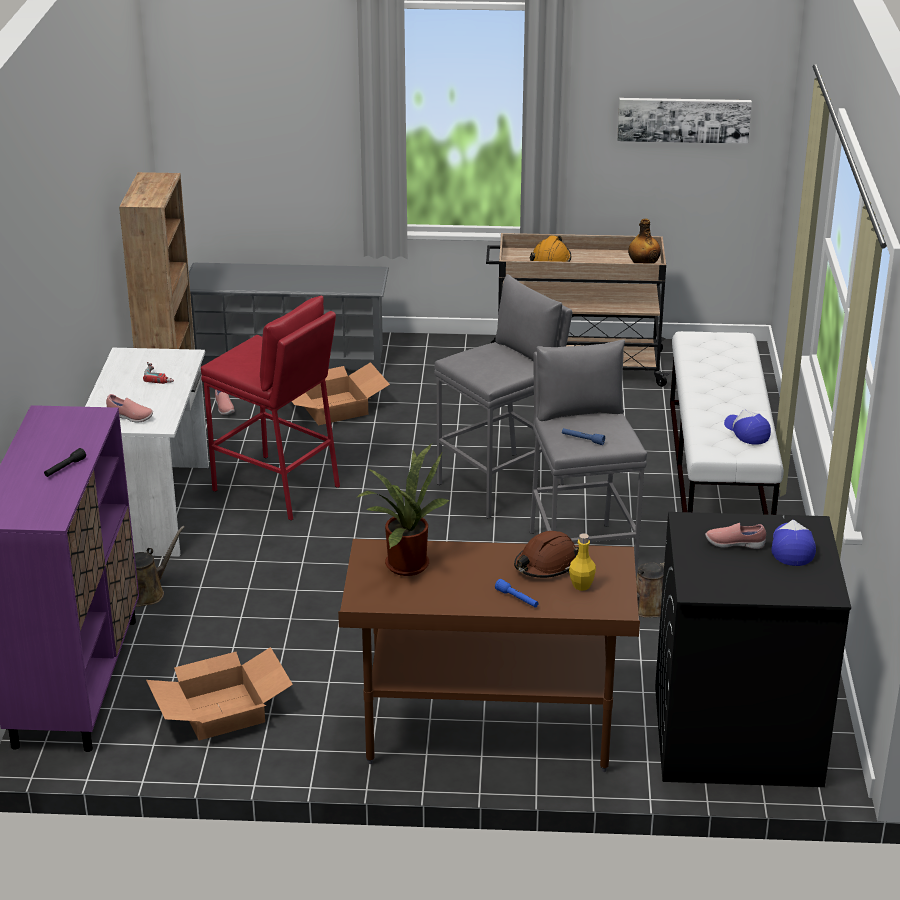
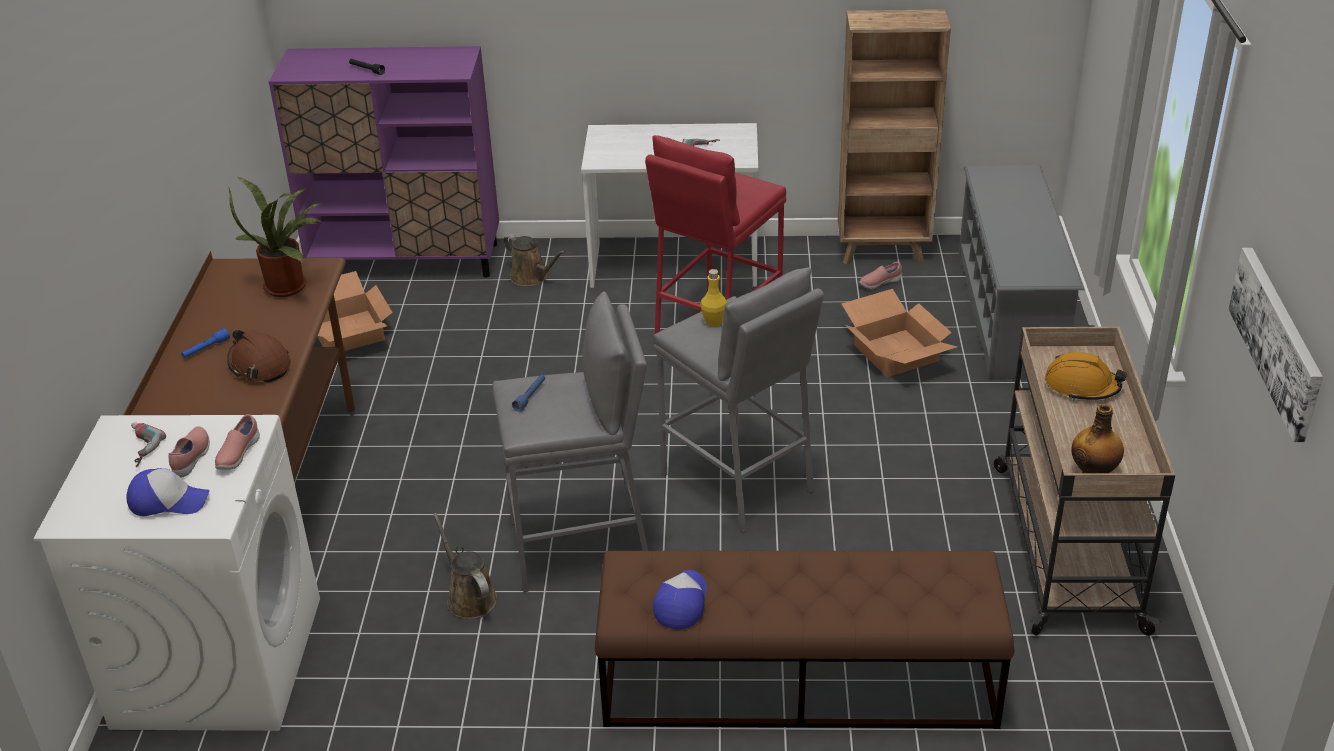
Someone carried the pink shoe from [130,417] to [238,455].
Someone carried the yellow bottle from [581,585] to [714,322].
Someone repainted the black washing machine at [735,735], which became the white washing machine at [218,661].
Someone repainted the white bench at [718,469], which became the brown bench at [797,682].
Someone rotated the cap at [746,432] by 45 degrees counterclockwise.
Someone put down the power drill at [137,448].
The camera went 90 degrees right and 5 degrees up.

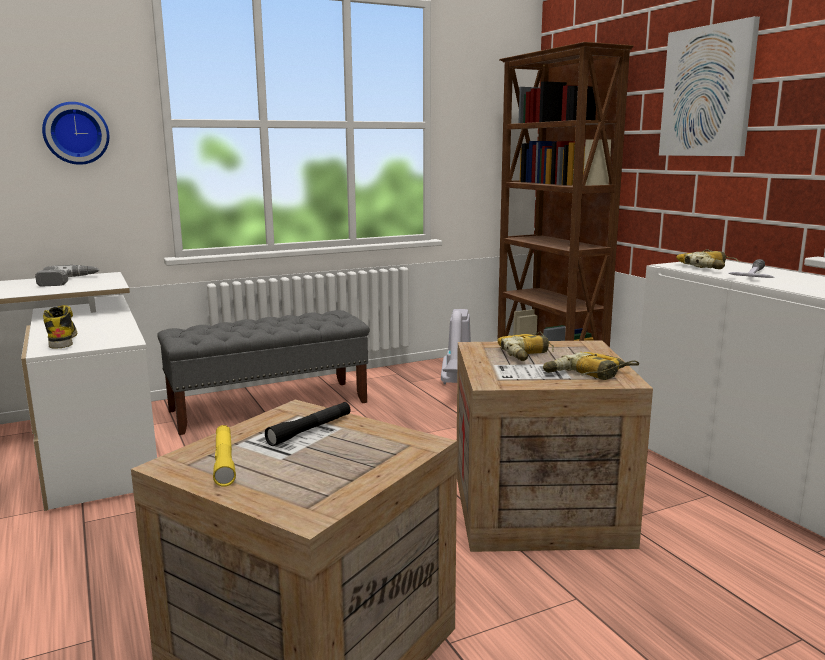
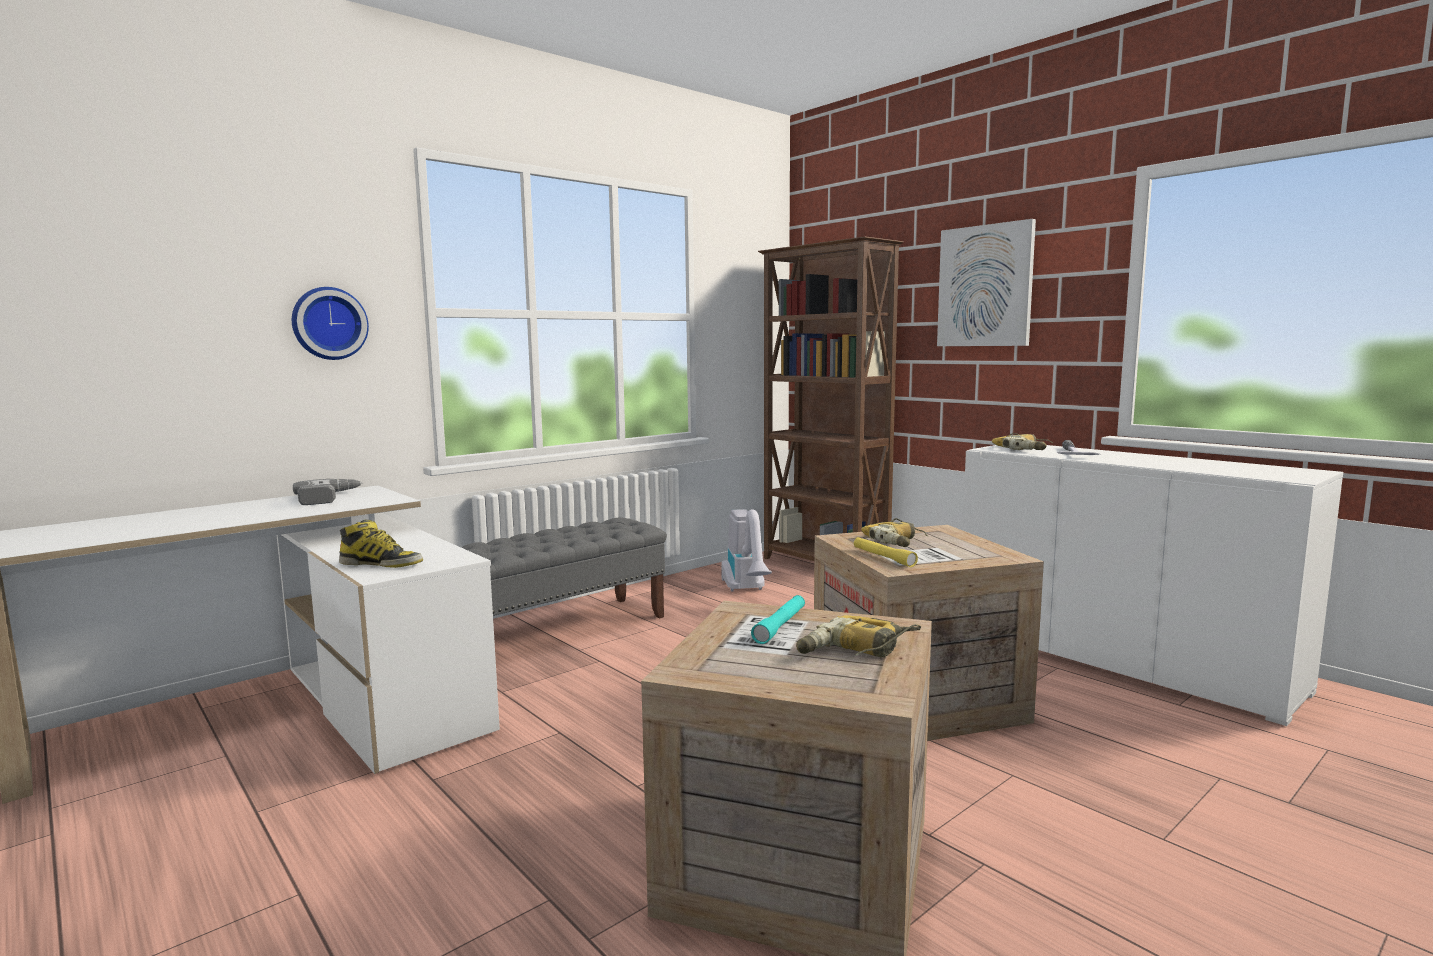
Someone rotated the boot at [62,340] by 135 degrees clockwise.
Someone carried the yellow flashlight from [224,462] to [883,557].
Someone repainted the black flashlight at [310,430], which became the turquoise flashlight at [780,626].
Someone carried the power drill from [588,375] to [856,651].
The camera went 15 degrees left and 5 degrees down.

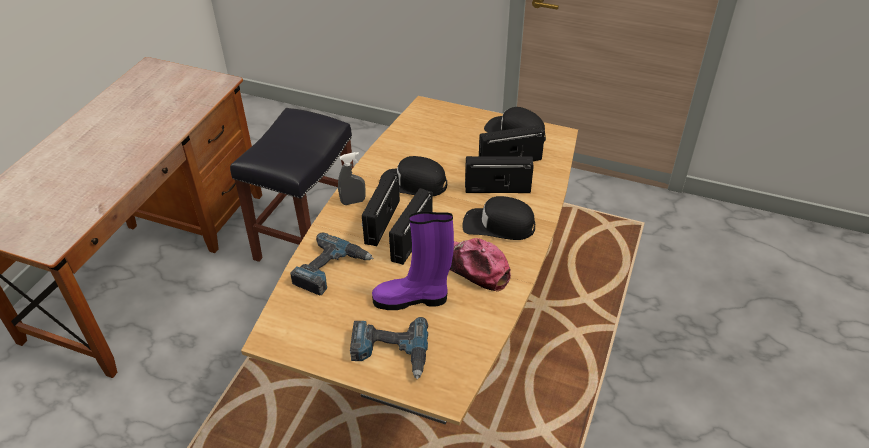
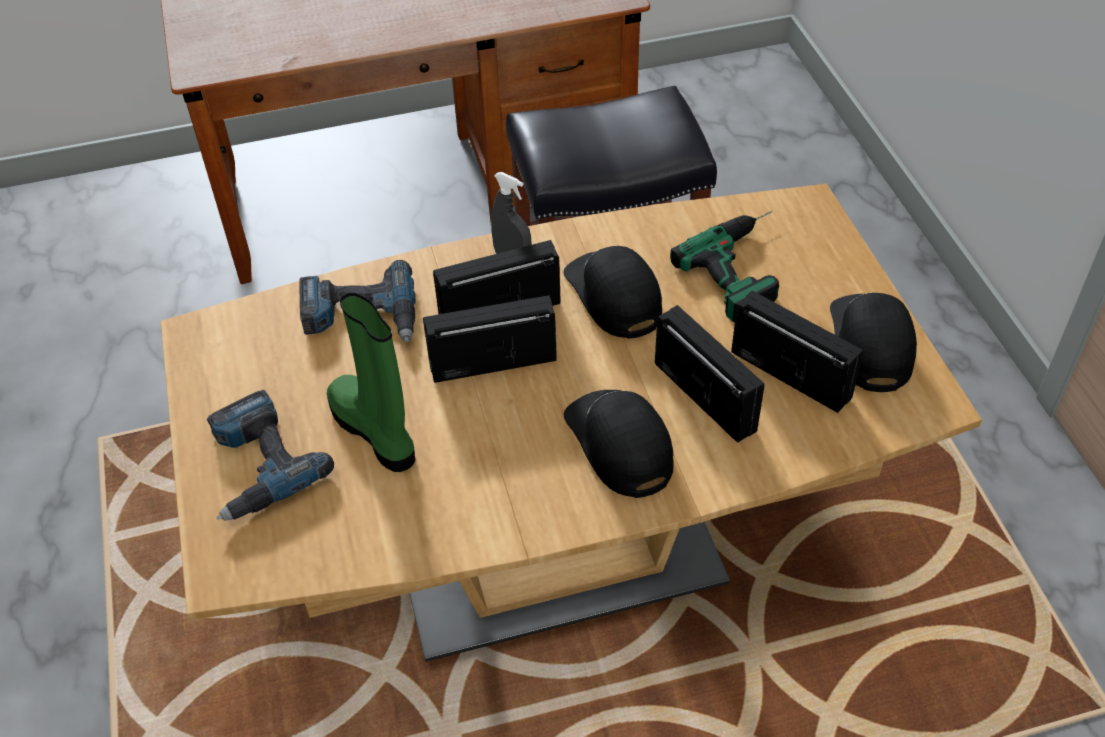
Someone repainted the purple boot at [412,299], which became the green boot at [376,432].
Someone took away the cap at [473,267].
Someone put down the power drill at [747,266].
The camera went 55 degrees right and 5 degrees up.

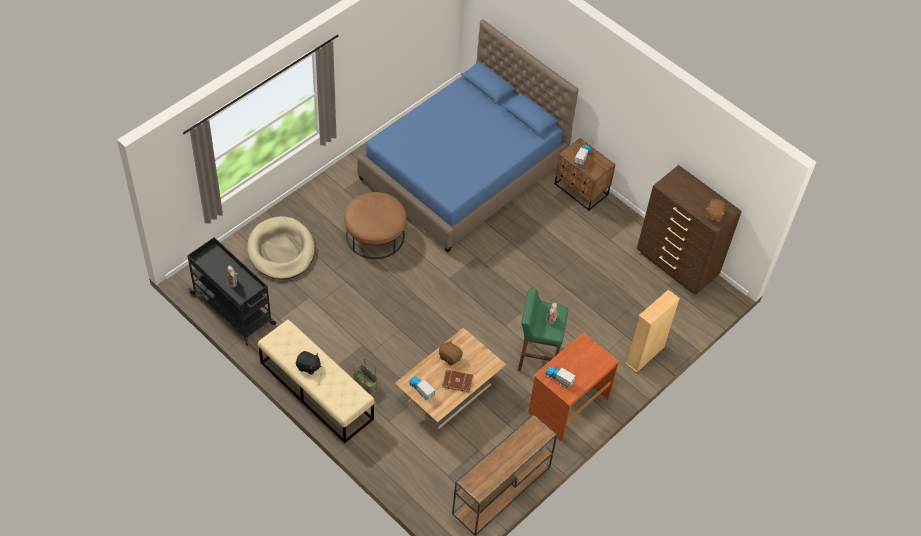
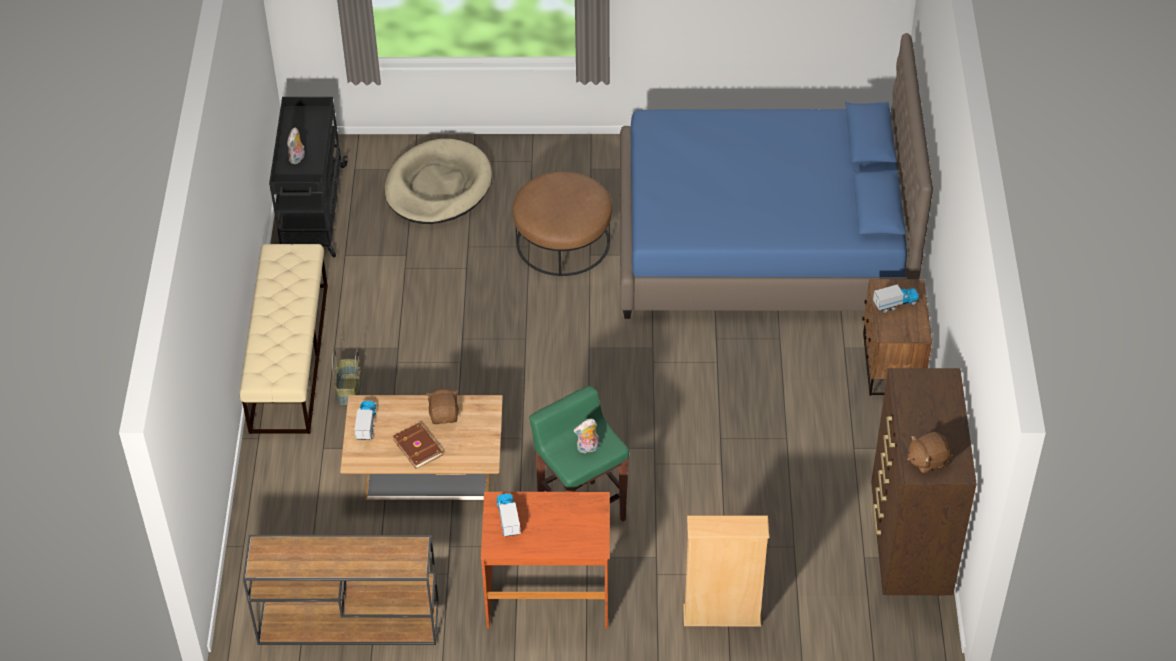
Someone took away the black plush toy at [308,367].
The camera went 50 degrees right and 5 degrees down.

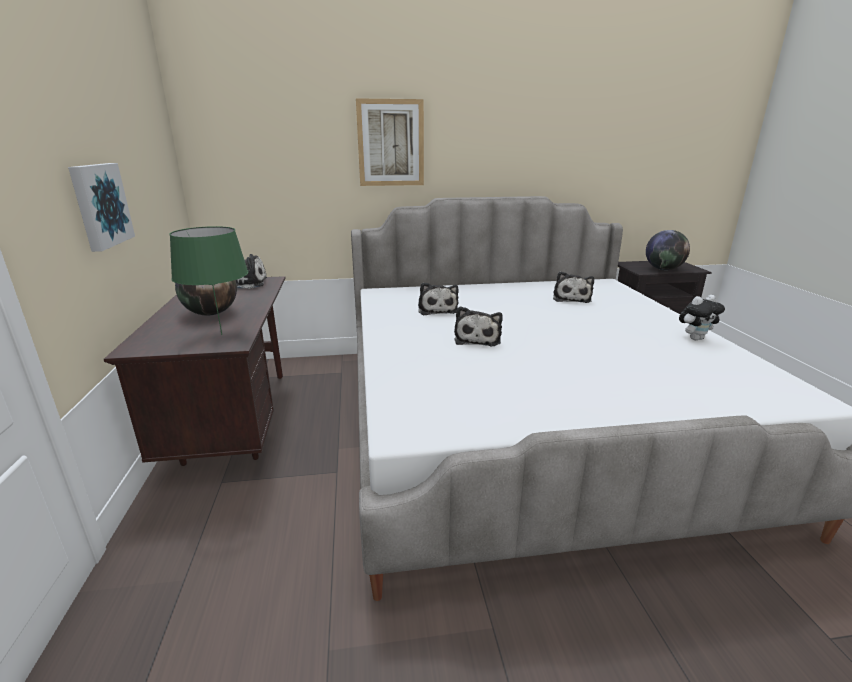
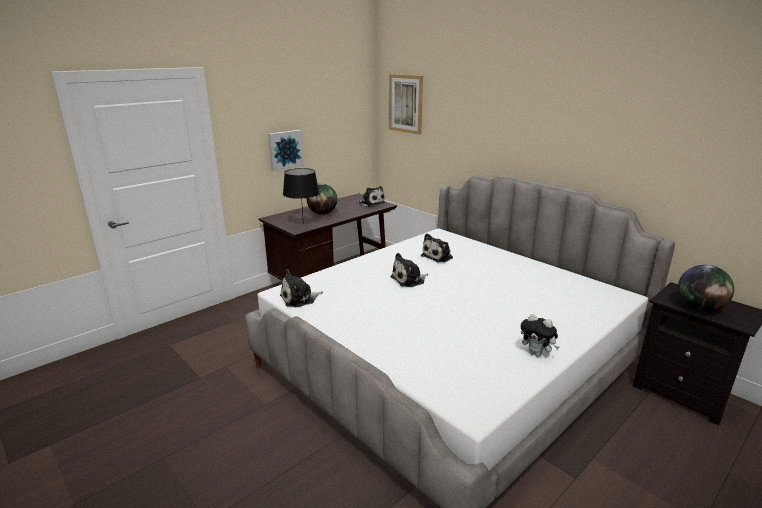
Someone repainted the green table lamp at [222,334], which became the black table lamp at [303,224].
Someone carried the picture from [390,143] to [405,104].
Someone carried the plush toy from [571,298] to [299,298].
The camera went 55 degrees right and 0 degrees up.

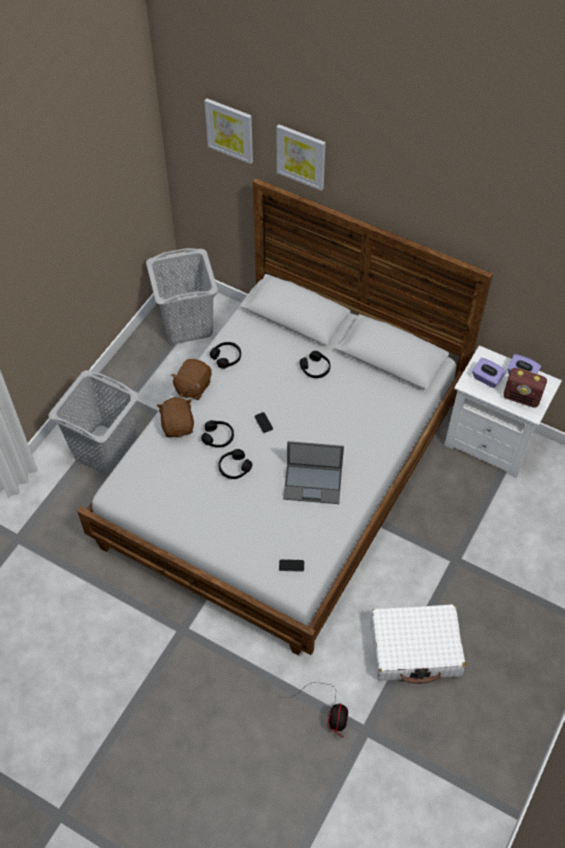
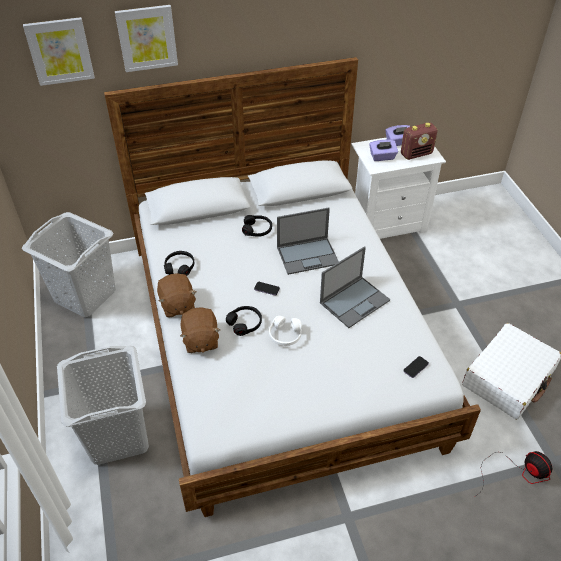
Someone rotated the brown plush toy at [178,425] by 135 degrees counterclockwise.
Someone repainted the black headphones at [234,467], which became the white headphones at [285,335].
Someone put down the laptop at [308,255].
The camera went 45 degrees left and 10 degrees down.

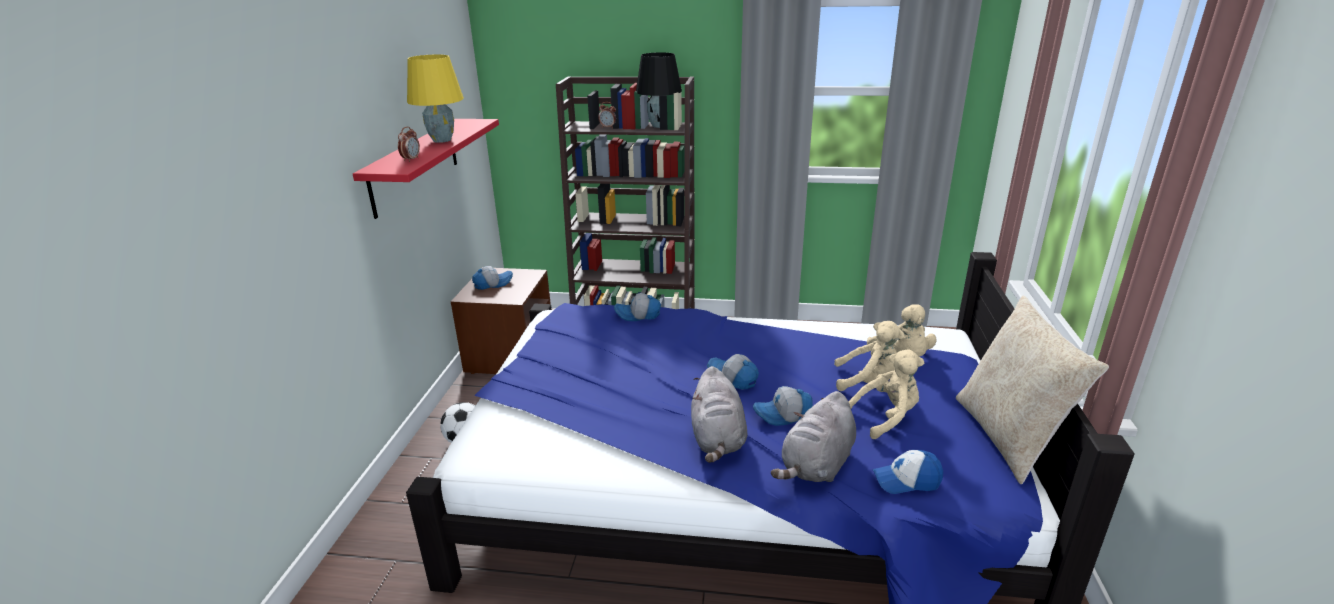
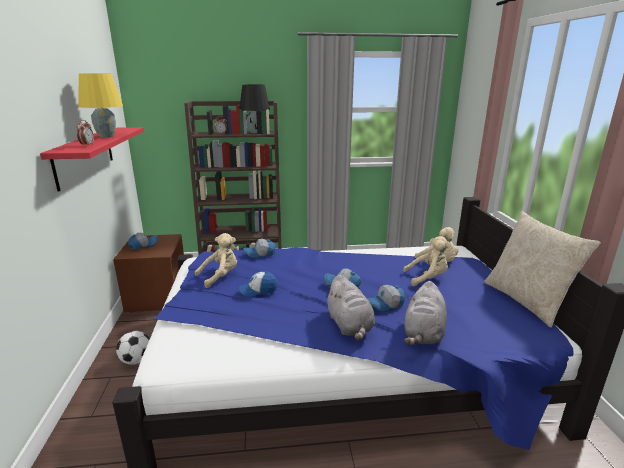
Someone carried the beige plush toy from [886,417] to [220,276].
Someone carried the cap from [906,480] to [258,290].
The camera went 15 degrees left and 5 degrees down.

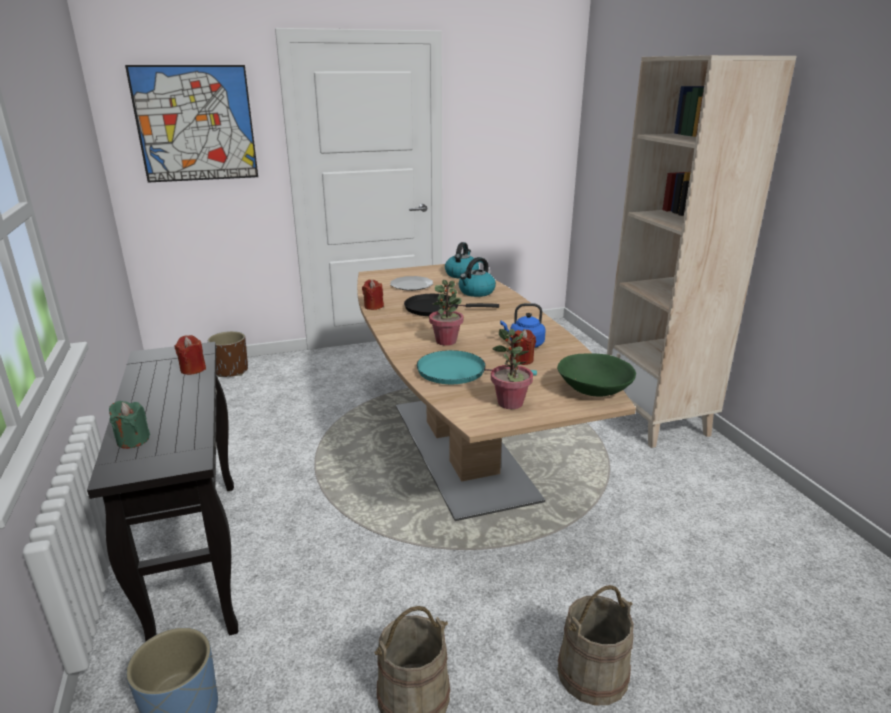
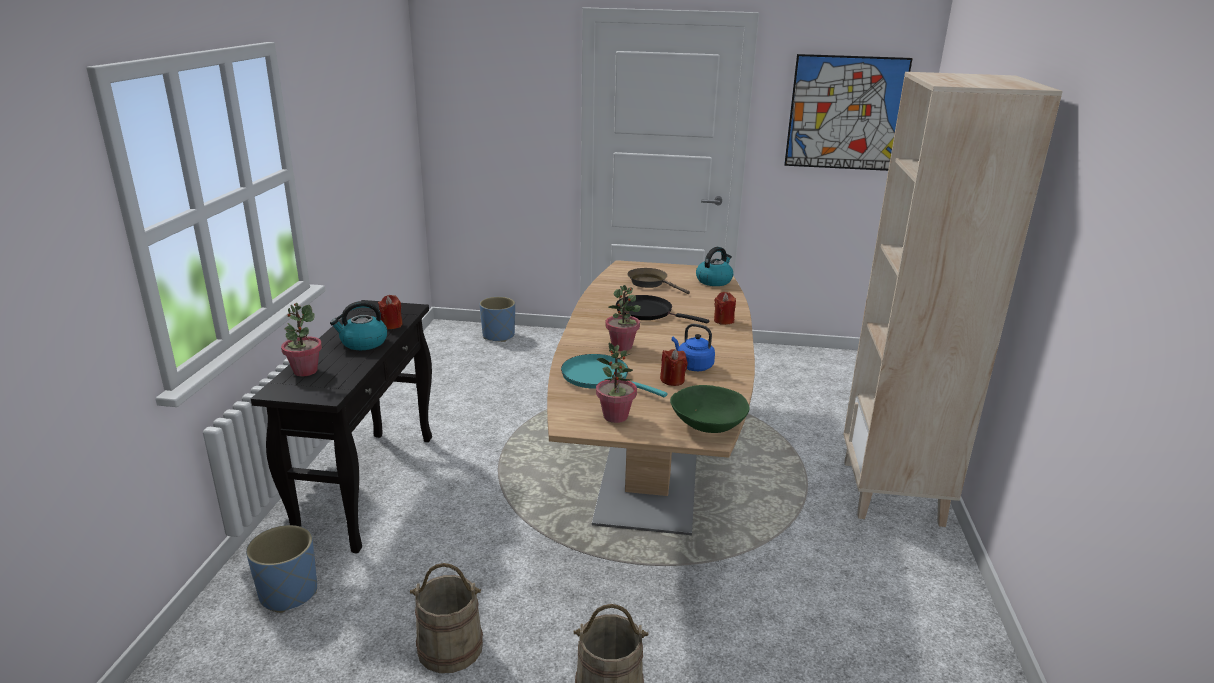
Someone swapped the green candle at [133,440] for the potted plant at [305,371].
Someone carried the picture from [195,124] to [845,113].
Someone repainted the brown planter at [231,371], which became the blue planter at [498,335].
Someone carried the red candle from [373,306] to [723,320].
Someone swapped the plate at [411,285] for the brown frying pan at [650,283].
Someone carried the kettle from [476,292] to [363,343].
The camera went 25 degrees right and 0 degrees up.

